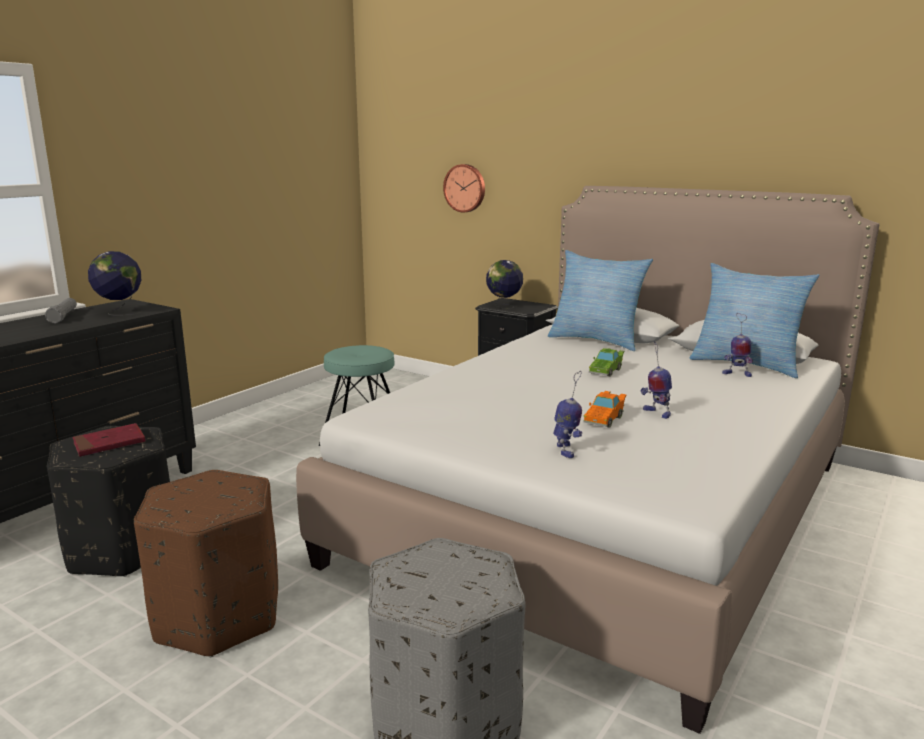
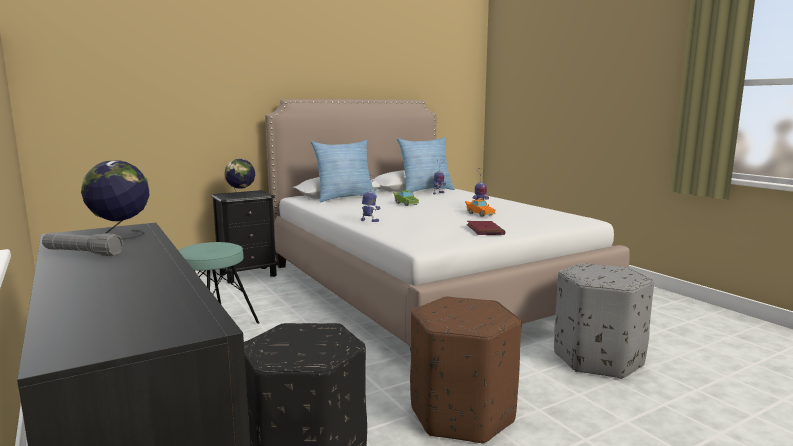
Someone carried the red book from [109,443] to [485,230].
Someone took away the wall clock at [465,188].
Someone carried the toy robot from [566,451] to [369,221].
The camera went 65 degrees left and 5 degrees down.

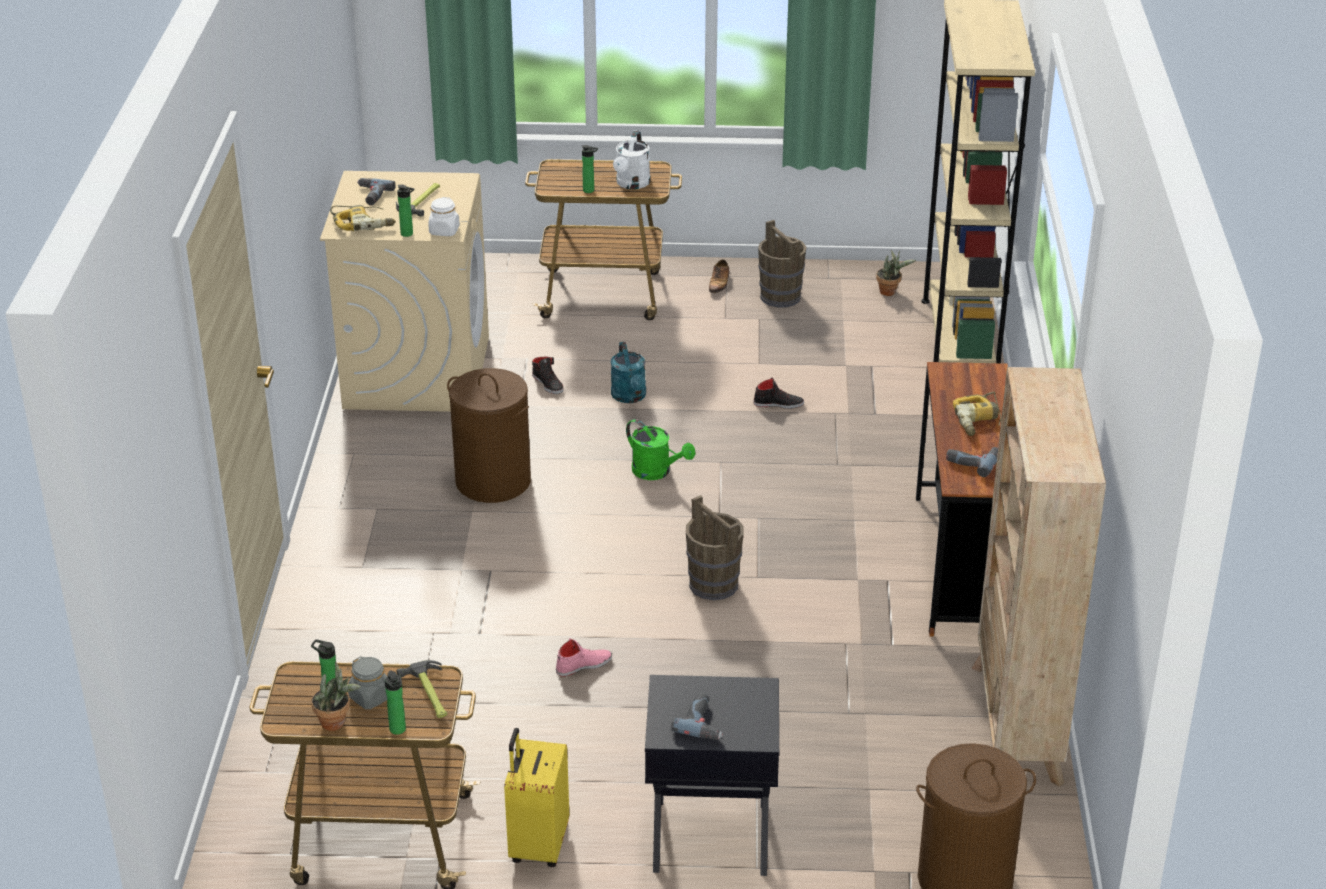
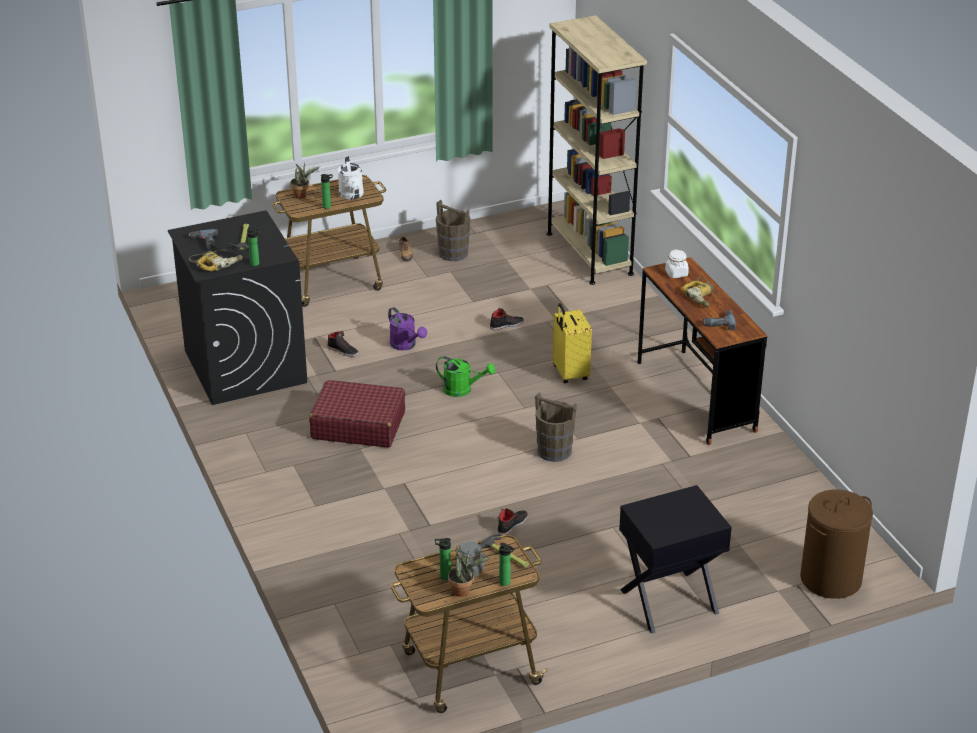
Someone repainted the beige washing machine at [416,372], which became the black washing machine at [244,366].
Someone carried the white jar from [444,231] to [676,273].
Someone swapped the brown laundry basket at [492,481] for the red suitcase at [358,425].
Someone carried the yellow suitcase from [537,845] to [569,373].
Someone repainted the pink shoe at [583,665], which became the black shoe at [512,524].
Someone repainted the turquoise watering can at [630,397], which became the purple watering can at [406,345].
Someone took away the power drill at [704,722].
Someone carried the potted plant from [890,292] to [302,195].
Someone took away the beige bookcase at [1015,724].
The camera went 25 degrees left and 0 degrees up.

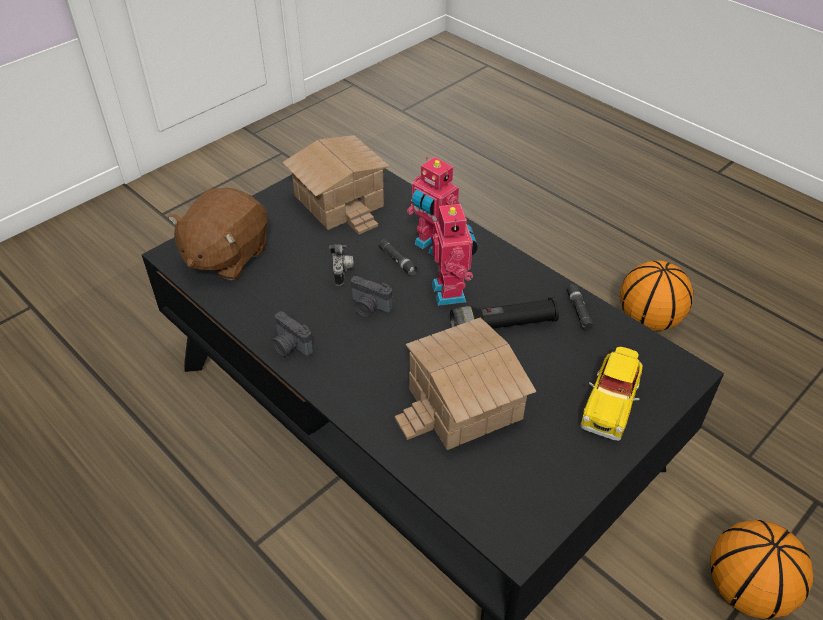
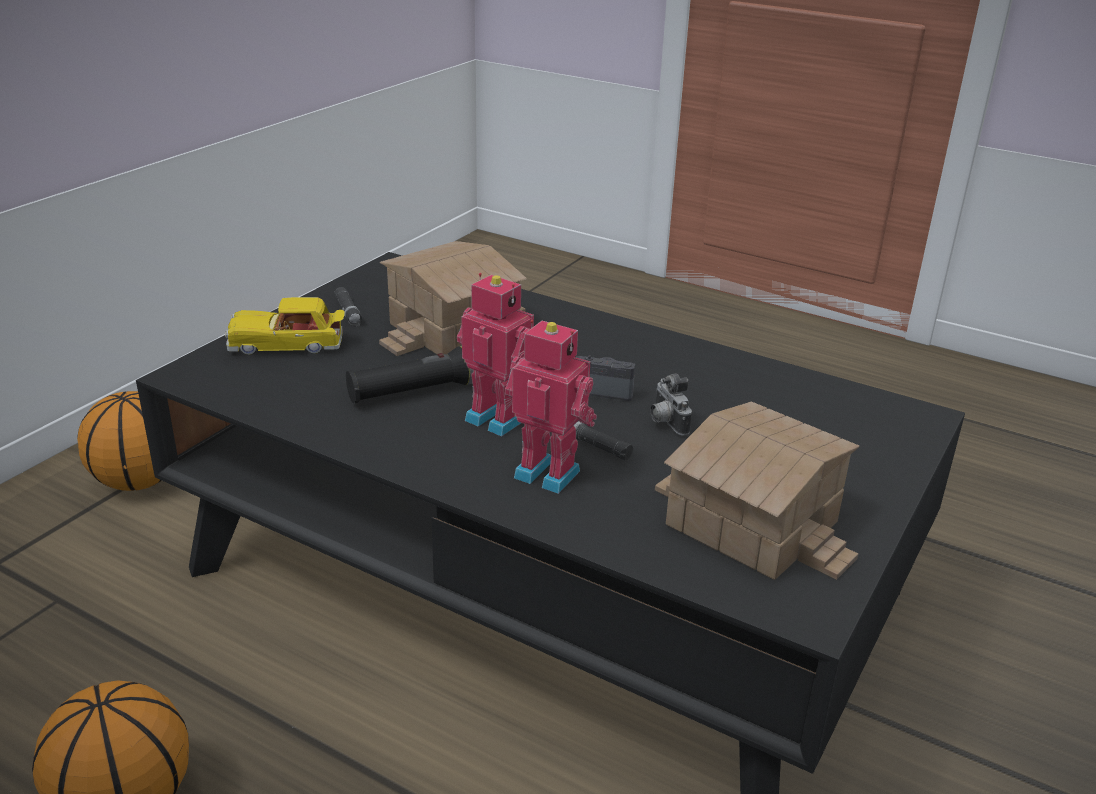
Someone took away the brown plush toy at [226,256].
Someone took away the photo camera at [290,347].
Someone rotated the toy robot at [451,292] by 150 degrees clockwise.
Someone carried the black flashlight from [579,311] to [348,312].
Someone rotated the toy car at [611,401] by 105 degrees counterclockwise.
The camera went 165 degrees right and 15 degrees down.

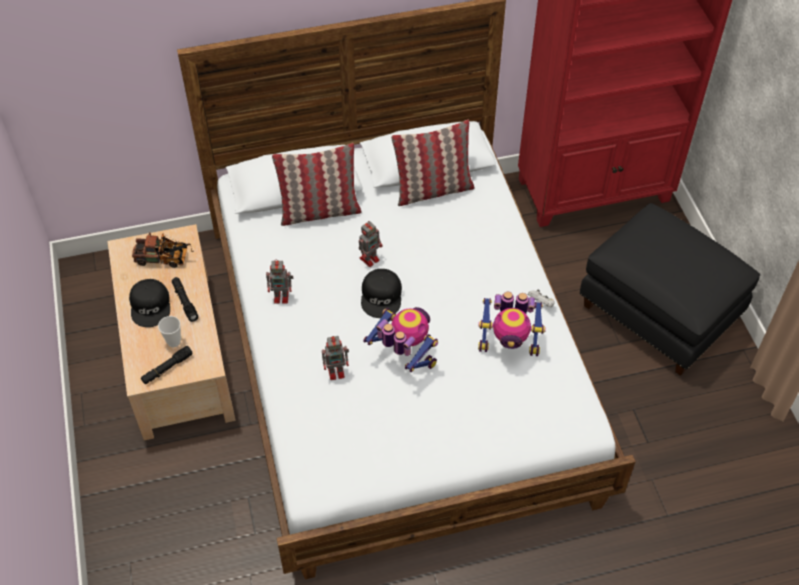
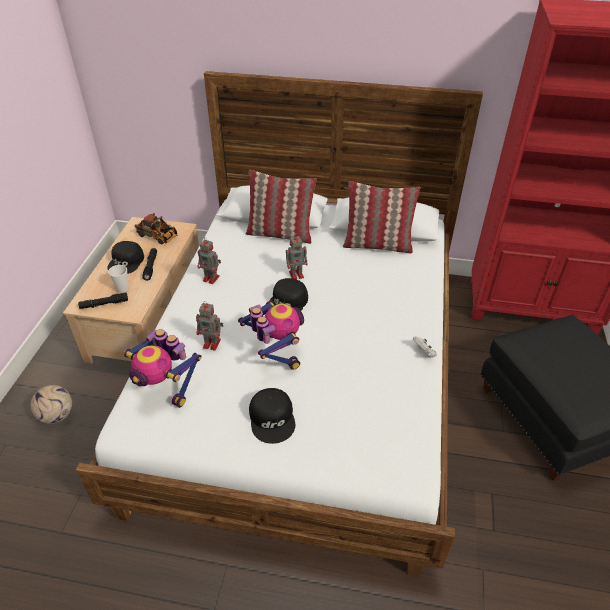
Someone carried the toy robot from [509,344] to [165,387].
Someone put down the football at [57,415].
Someone put down the black cap at [273,418].
The camera went 25 degrees right and 10 degrees down.

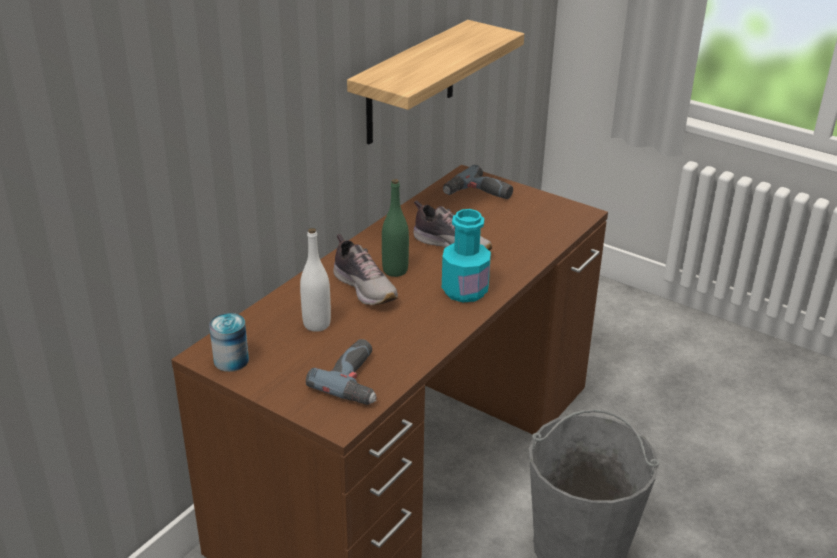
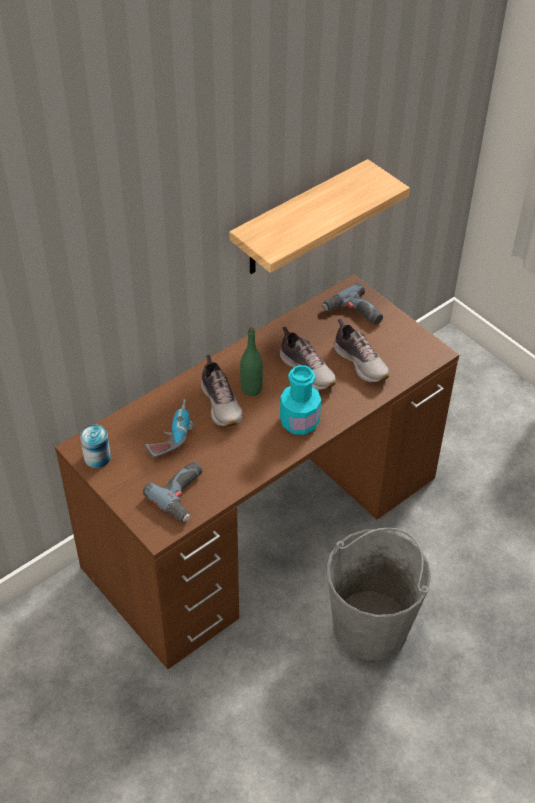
Someone swapped the white bottle at [316,324] for the power drill at [171,434].
Someone put down the shoe at [361,362].
The camera went 15 degrees right and 15 degrees up.

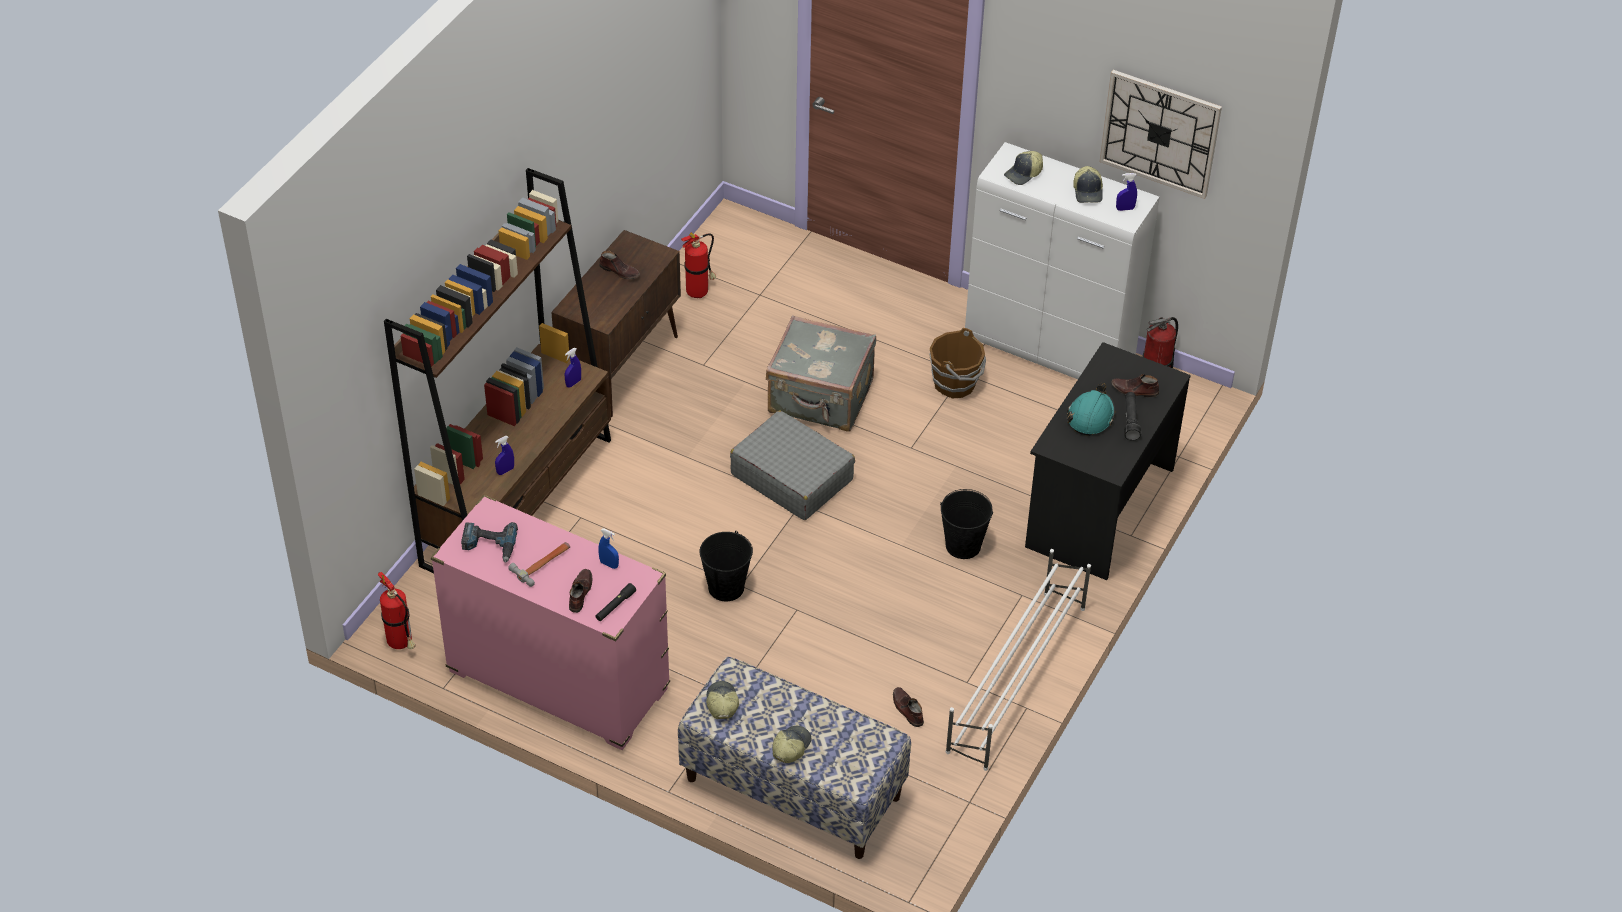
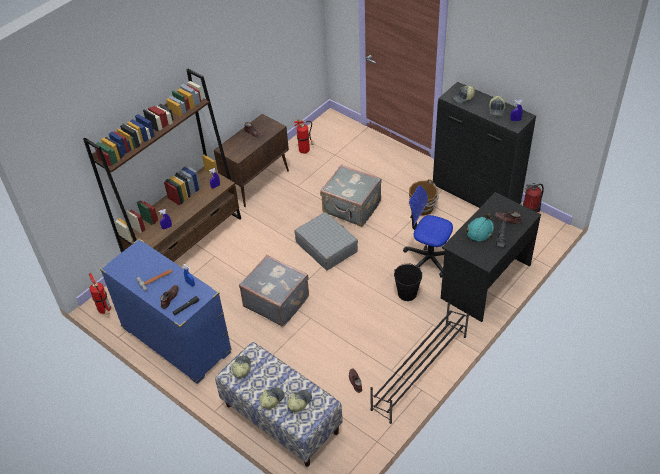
Someone repainted the pink dresser at [557,681], which became the blue dresser at [176,341].
Someone took away the power drill at [489,545].
Someone swapped the black bucket at [725,587] for the grey suitcase at [276,301].
Someone repainted the white shoe rack at [1015,679], which became the black shoe rack at [419,372].
Someone repainted the white cabinet at [1050,349], which became the black cabinet at [476,195].
Someone took away the wall clock at [1160,133].
Someone put down the cap at [299,402].
Someone put down the office chair at [428,259].
The camera went 15 degrees right and 0 degrees up.

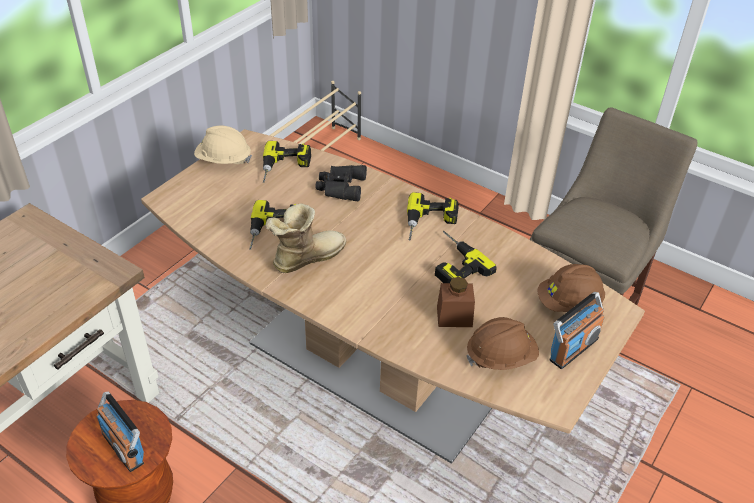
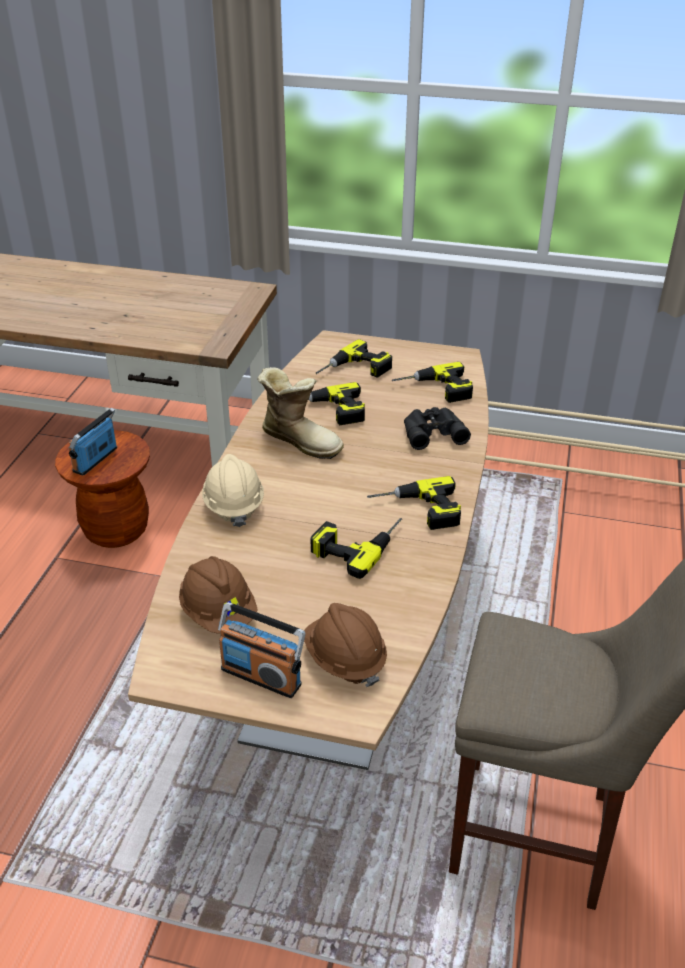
Someone carried the beige hard hat from [223,160] to [233,505].
Someone took away the brown jar at [454,317].
Someone put down the power drill at [354,370].
The camera went 70 degrees right and 5 degrees down.

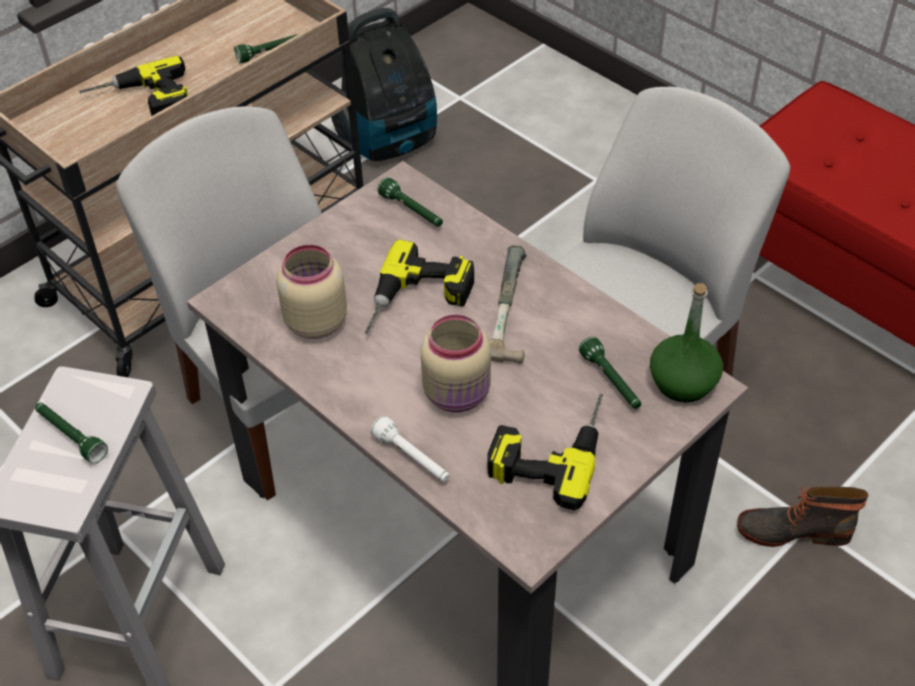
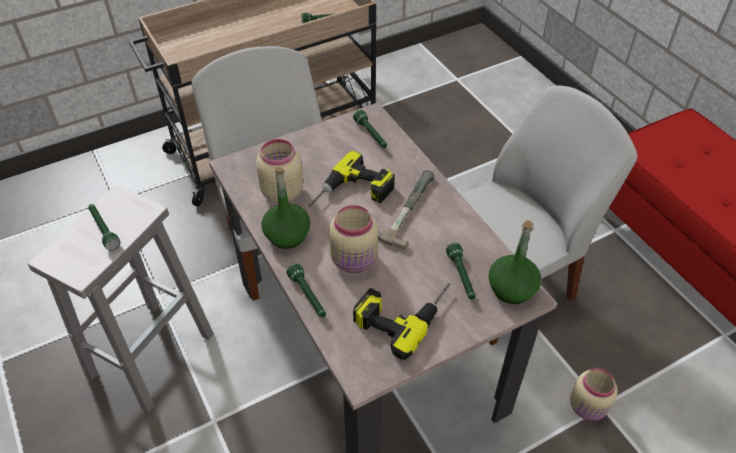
Someone took away the power drill at [141,101].
Someone took away the vacuum cleaner at [390,142].
Someone repainted the white flashlight at [412,458], which became the green flashlight at [308,296].
Someone swapped the boot at [793,530] for the beige jar at [588,408].
Someone put down the green bottle at [287,235].
The camera went 15 degrees right and 0 degrees up.

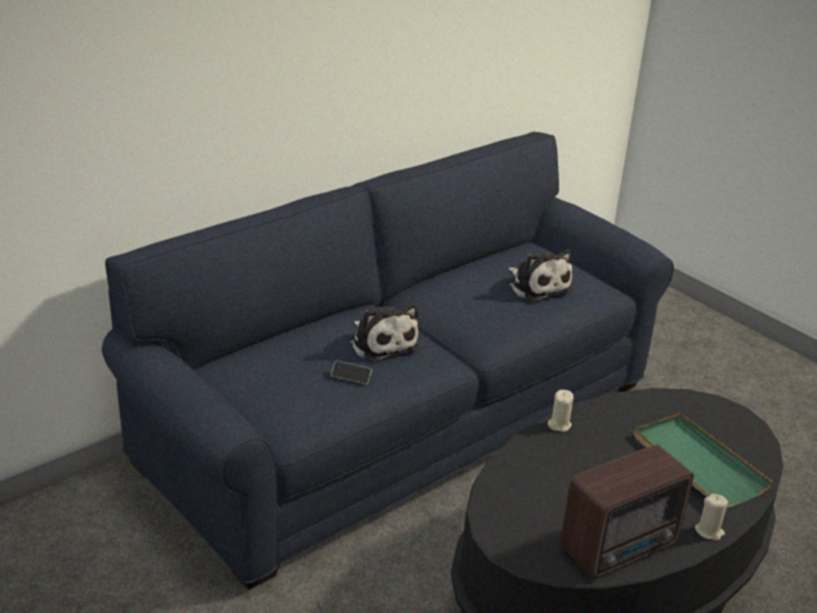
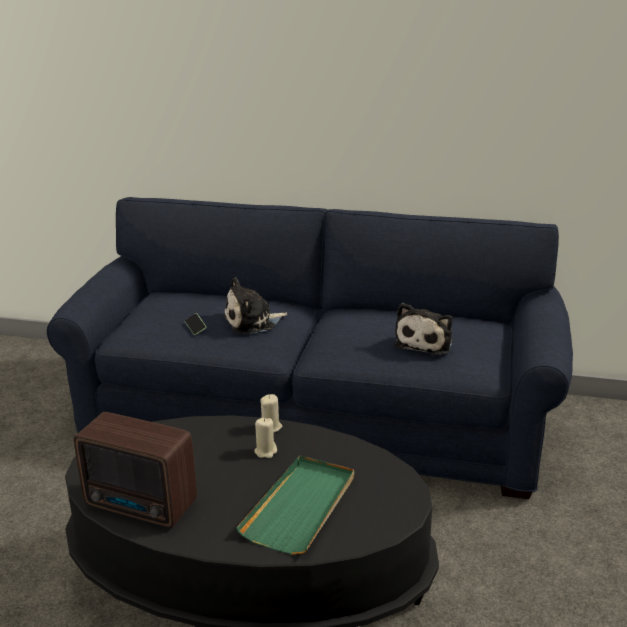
Someone rotated the plush toy at [382,342] by 45 degrees clockwise.
Someone carried the beige candle from [709,531] to [266,451].
The camera went 55 degrees right and 5 degrees down.

